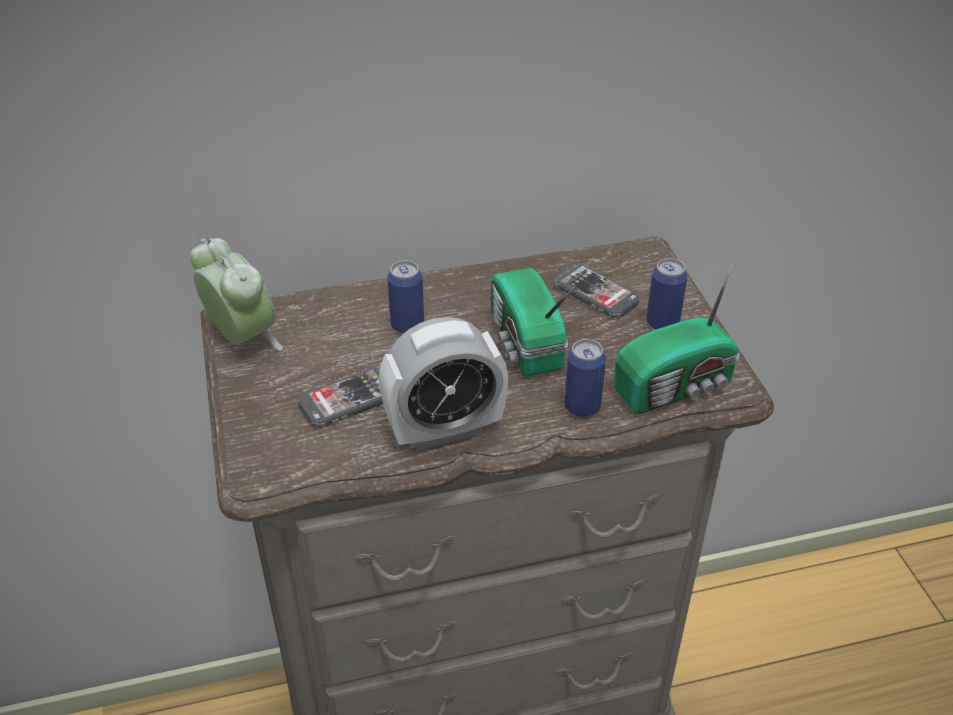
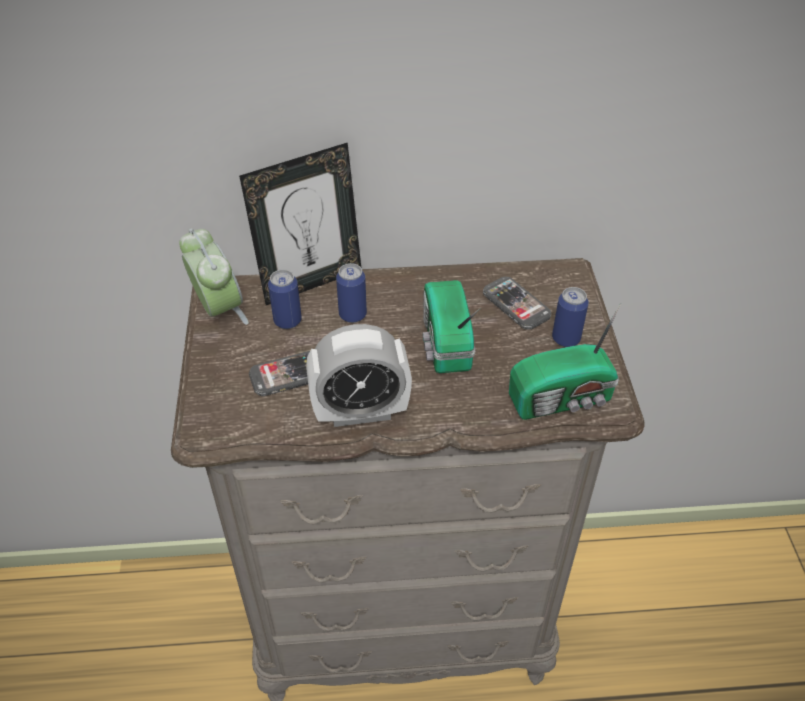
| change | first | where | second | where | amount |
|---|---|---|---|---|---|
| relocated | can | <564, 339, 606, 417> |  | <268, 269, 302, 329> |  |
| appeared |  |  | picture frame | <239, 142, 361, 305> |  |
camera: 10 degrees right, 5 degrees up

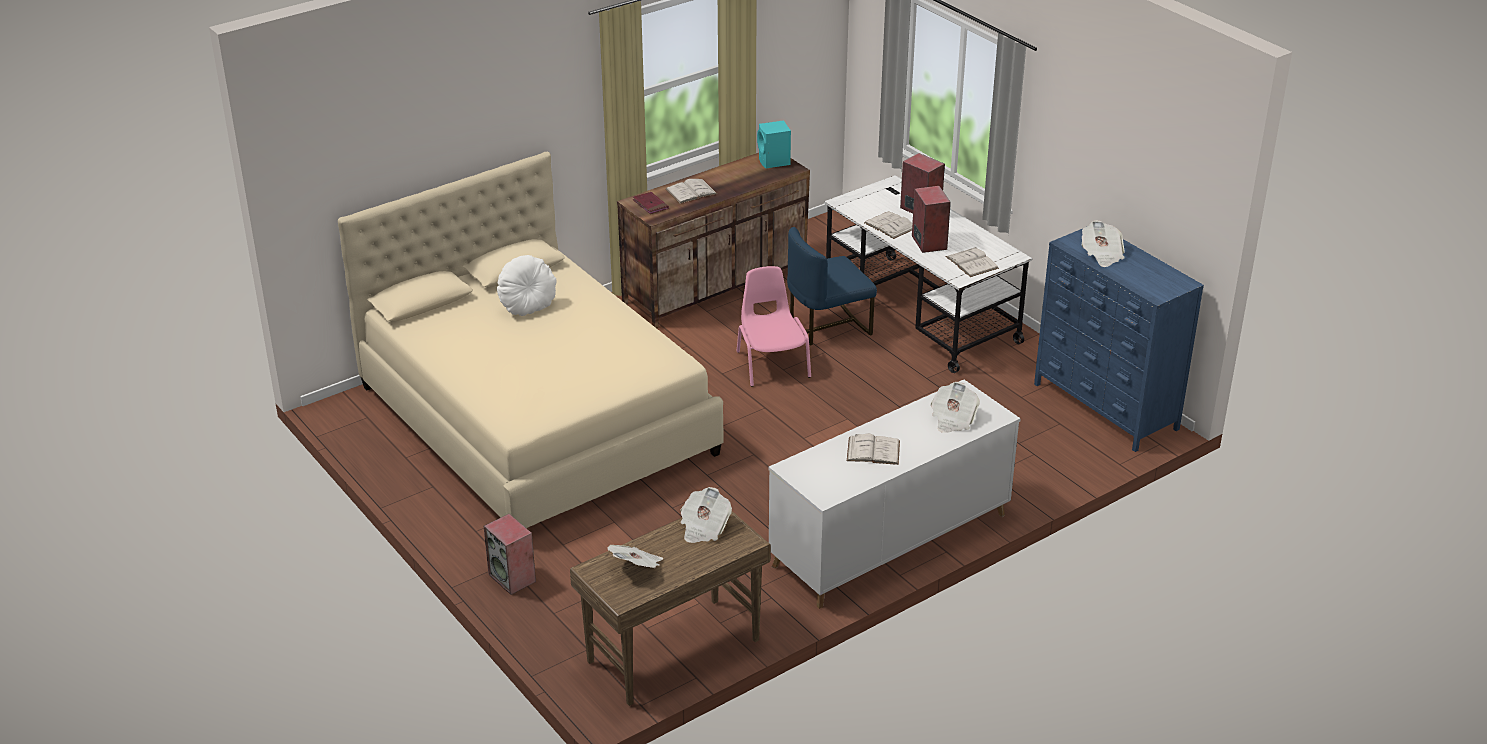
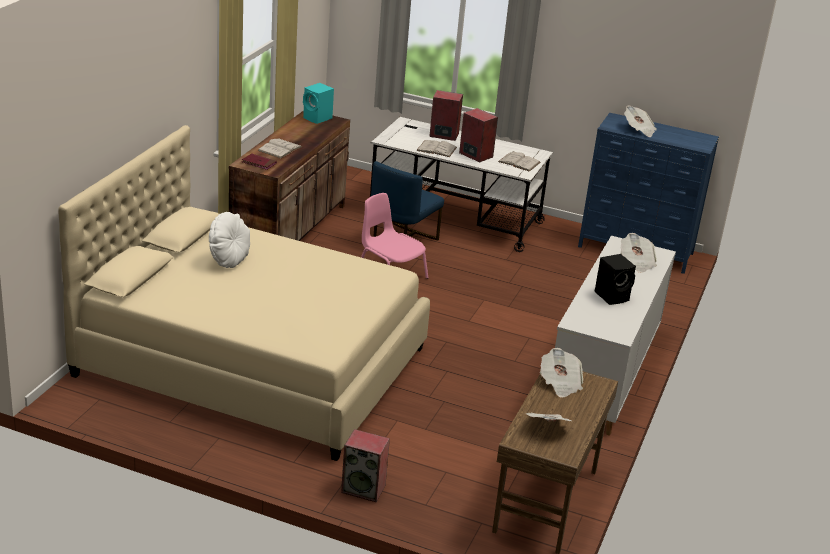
| change | first | where | second | where | amount |
|---|---|---|---|---|---|
| exchanged | white volume | <847, 434, 900, 465> | black loudspeaker | <594, 254, 636, 305> |  |
camera: 35 degrees left, 5 degrees down

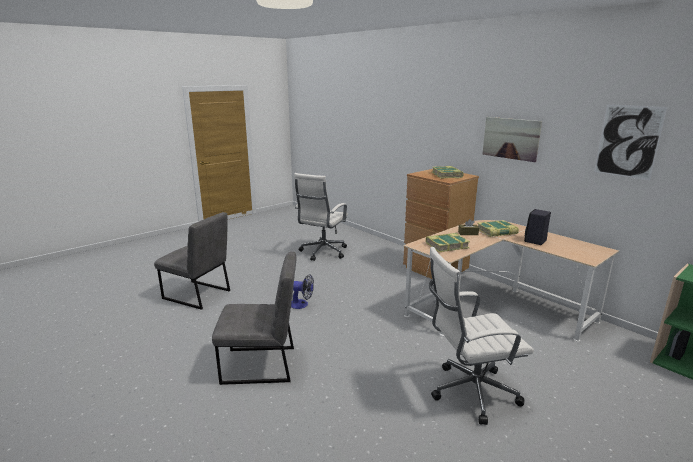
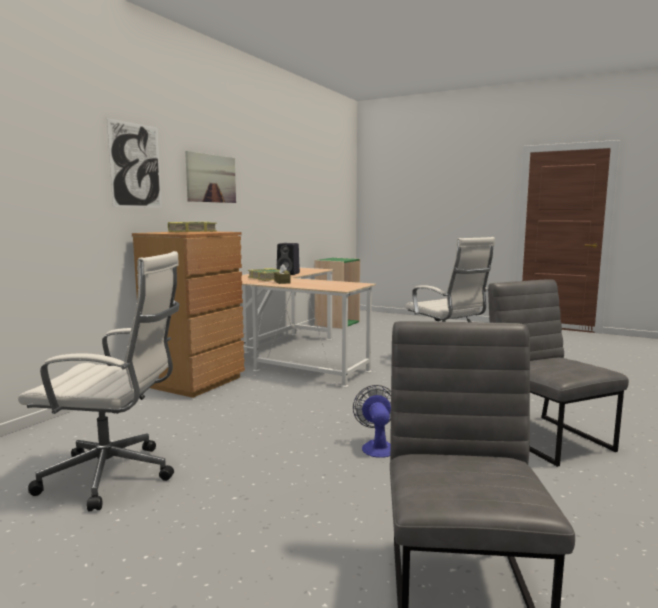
| change | first | where | second | where | amount |
|---|---|---|---|---|---|
| missing | volume | <426, 233, 470, 252> |  |  |  |
| relocated | wall picture | <594, 104, 668, 180> |  | <107, 118, 162, 208> |  |
camera: 110 degrees left, 10 degrees down

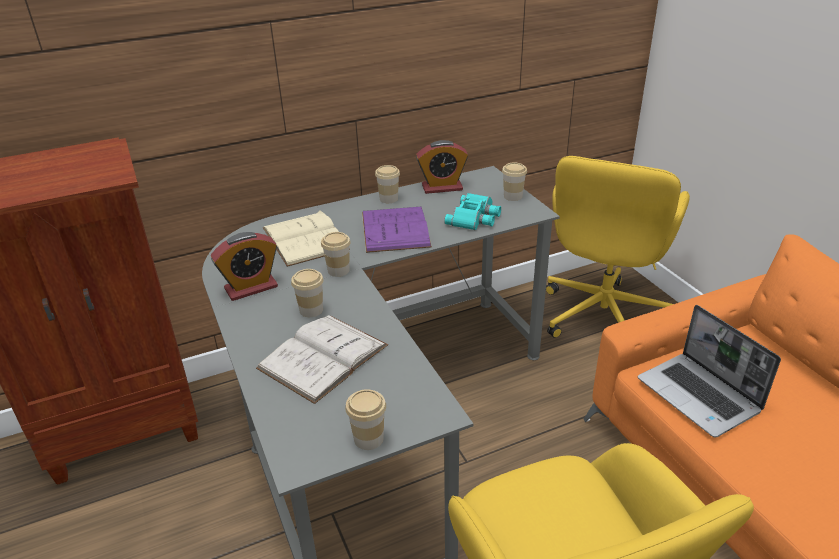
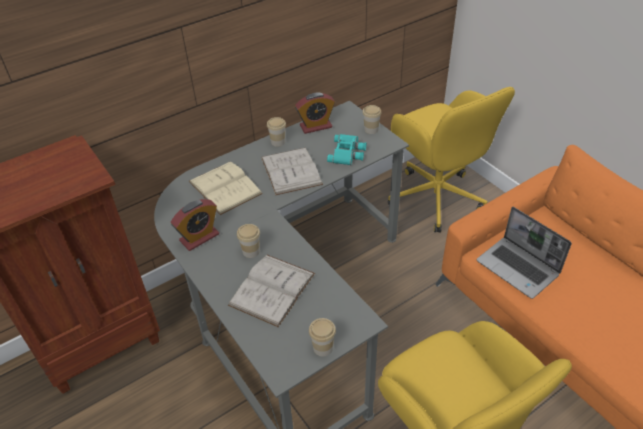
| change | first | where | second | where | amount |
|---|---|---|---|---|---|
| missing | drinking cup | <321, 232, 351, 277> |  |  |  |
| colour | purple volume | <362, 207, 432, 253> | white volume | <261, 148, 323, 195> |  |
| spun | yellow-coloured desk chair | <546, 156, 690, 338> |  | <388, 87, 515, 233> | 45 degrees counterclockwise |
camera: 10 degrees left, 10 degrees up

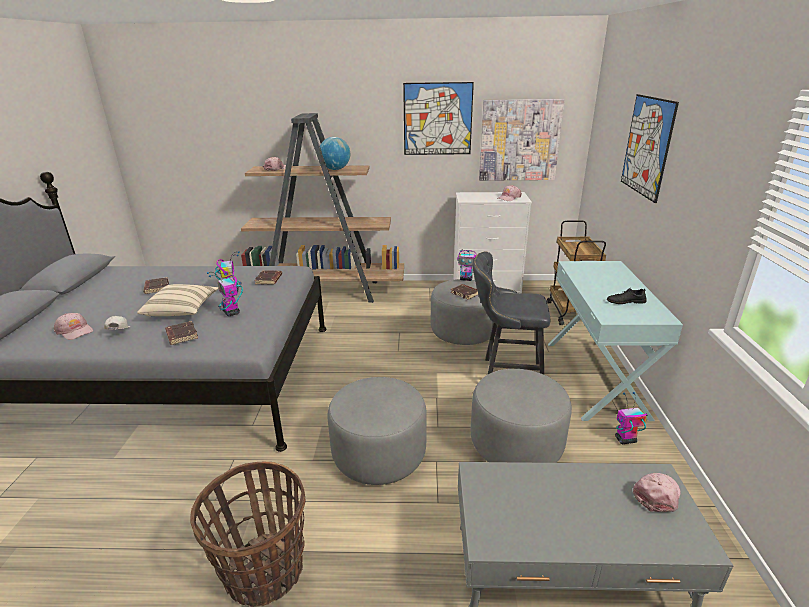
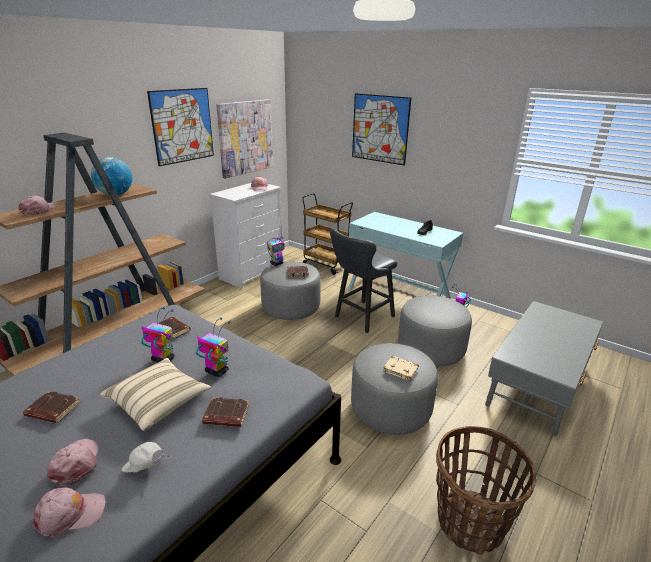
| change | first | where | second | where | amount |
|---|---|---|---|---|---|
| spun | toy robot | <207, 272, 243, 316> |  | <196, 317, 231, 377> | 150 degrees counterclockwise |
| relocated | pinkish baseball cap | <633, 473, 680, 512> |  | <47, 439, 99, 486> |  |
| appeared |  |  | beige volume | <383, 356, 419, 381> |  |
camera: 55 degrees left, 0 degrees up

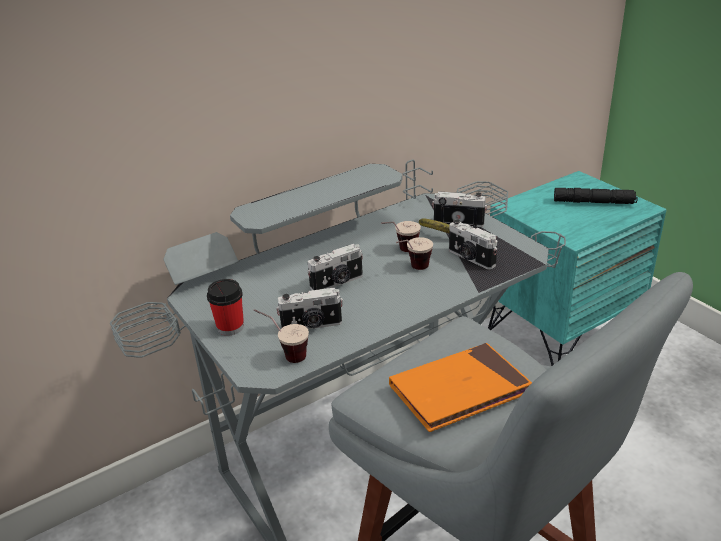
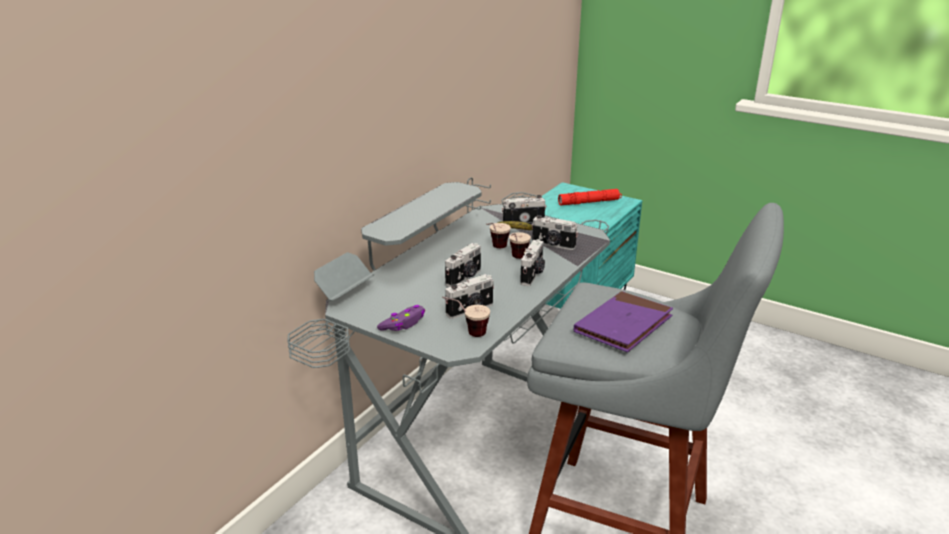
| change | first | where | second | where | amount |
|---|---|---|---|---|---|
| exchanged | drinking cup | <207, 279, 244, 336> | purple game controller | <377, 305, 425, 331> |  |
| colour | orangey volume | <389, 343, 532, 432> | purple volume | <574, 291, 673, 352> |  |
| colour | black flashlight | <554, 188, 638, 204> | red-coloured flashlight | <558, 189, 622, 206> |  |
| appeared |  |  | still camera | <520, 239, 545, 286> |  |
camera: 25 degrees left, 5 degrees down

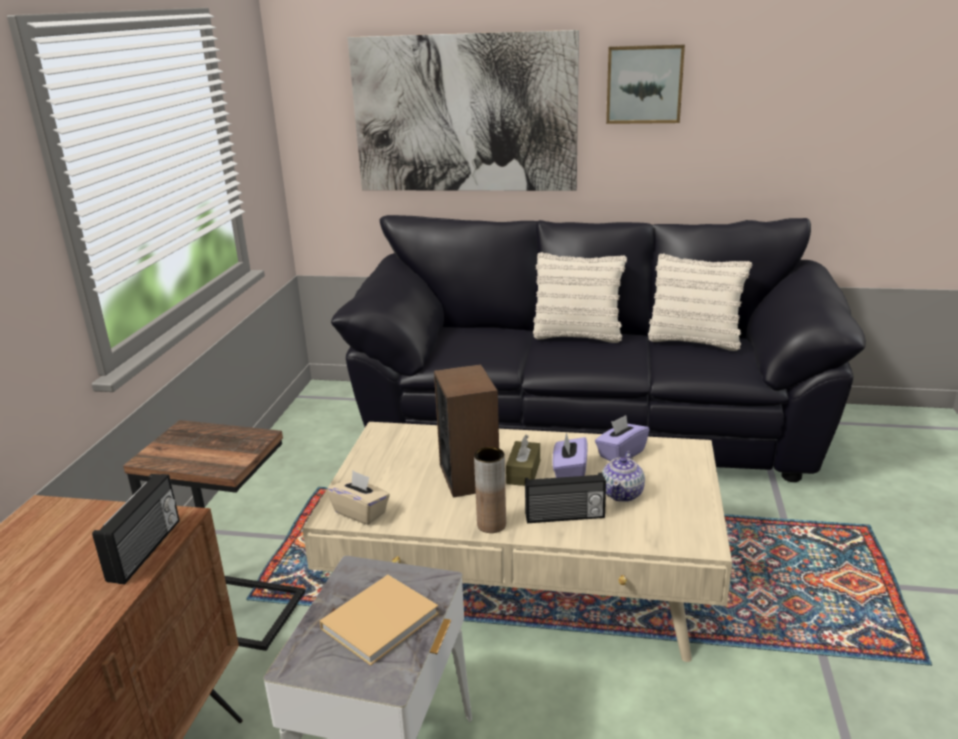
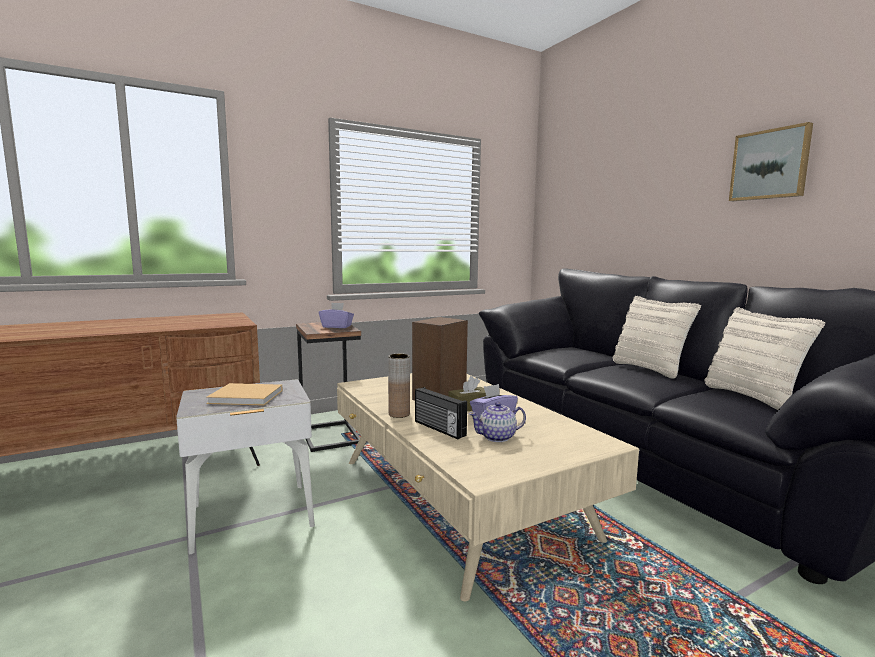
| change | first | where | second | where | amount |
|---|---|---|---|---|---|
| missing | radio set | <92, 474, 179, 584> |  |  |  |
| missing | beige tissue holder | <327, 471, 390, 525> |  |  |  |
| missing | wall picture | <348, 30, 579, 191> |  |  |  |
| relocated | purple tissue holder | <595, 415, 649, 461> |  | <319, 303, 354, 328> |  |
camera: 50 degrees right, 15 degrees down

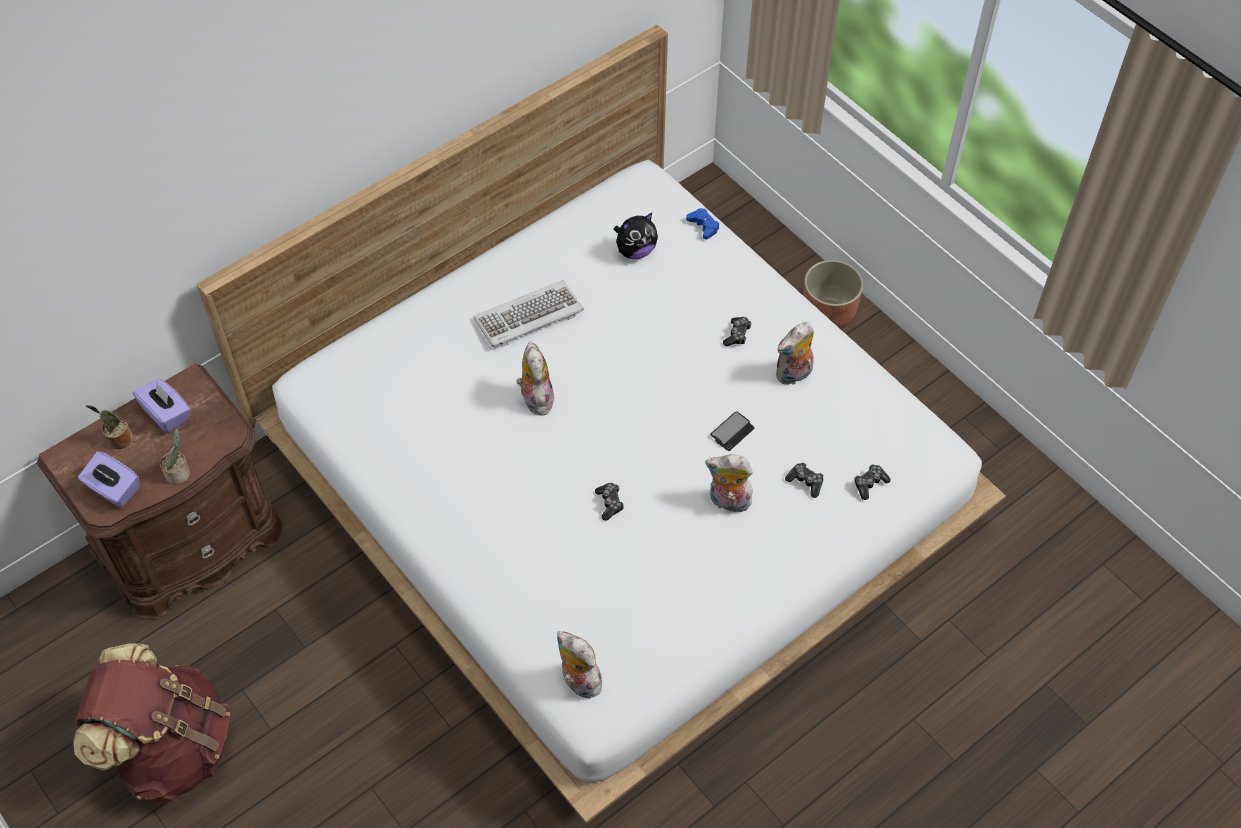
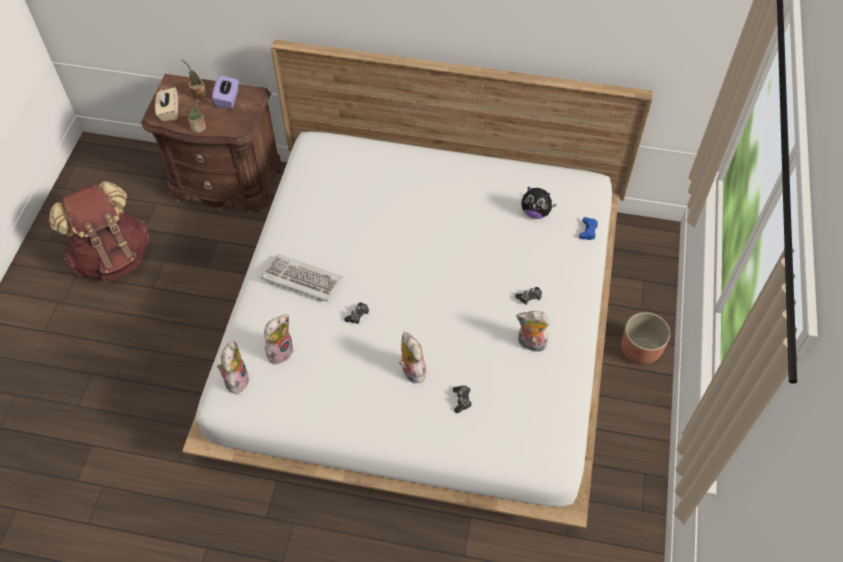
| change | first | where | second | where | amount |
|---|---|---|---|---|---|
| colour | purple tissue holder | <78, 451, 139, 508> | beige tissue holder | <155, 87, 178, 121> |  |
| relocated | keyboard | <474, 280, 584, 347> |  | <261, 254, 343, 302> |  |
| relocated | soft toy | <516, 341, 554, 416> |  | <264, 314, 294, 364> |  |
| missing | handset | <710, 412, 754, 451> |  |  |  |
| missing | game controller | <854, 464, 891, 500> |  |  |  |
camera: 50 degrees right, 0 degrees up

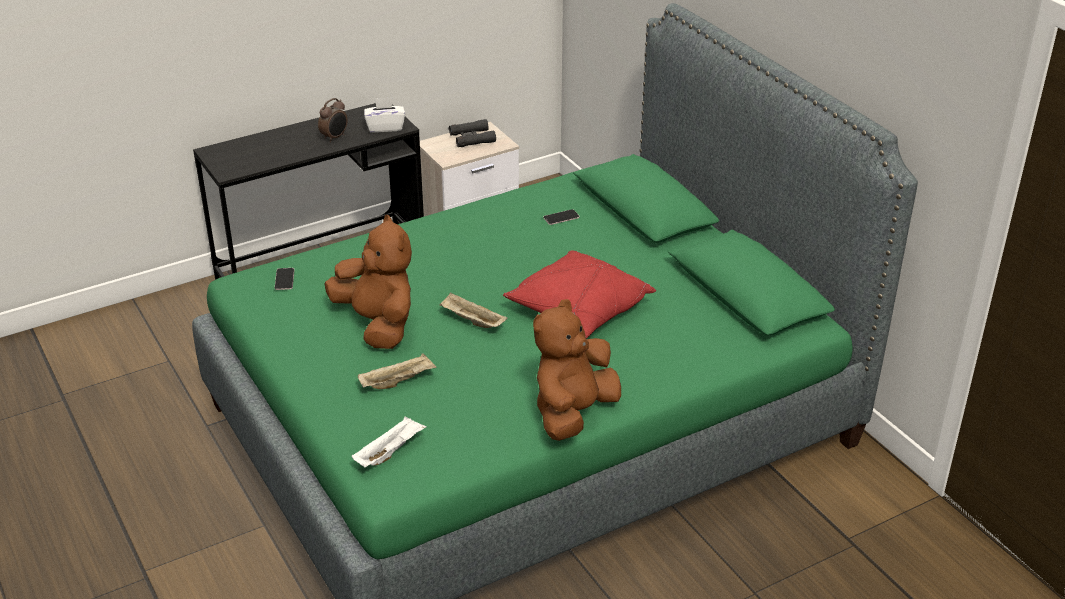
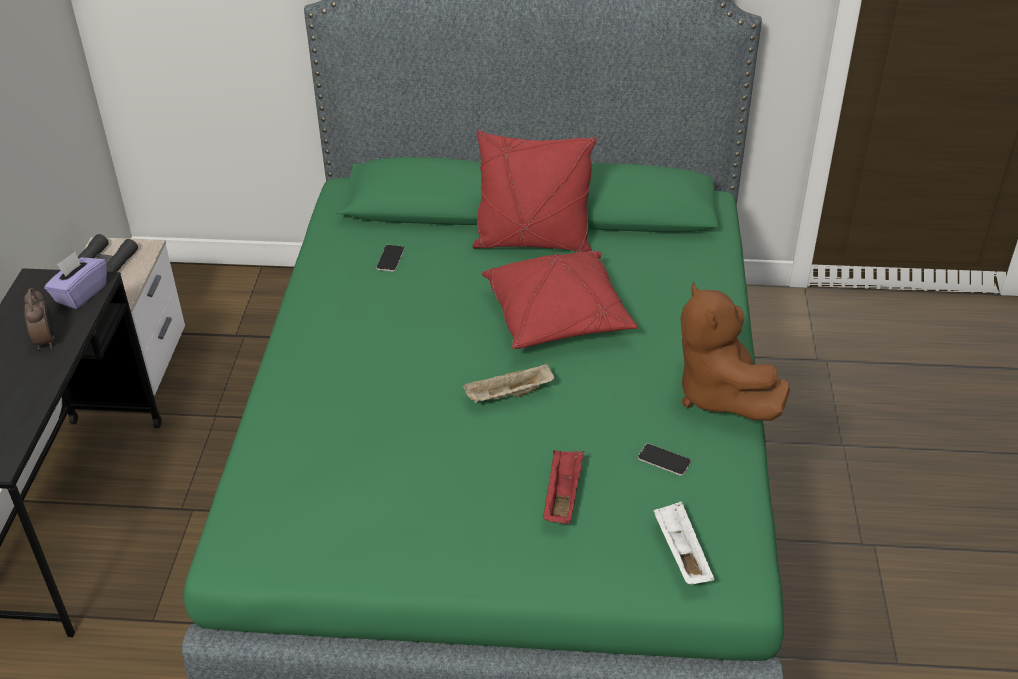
| change | first | where | second | where | amount |
|---|---|---|---|---|---|
| relocated | handset | <275, 268, 294, 290> |  | <638, 444, 691, 475> |  |
| missing | brown-coloured soft toy | <324, 214, 412, 349> |  |  |  |
| colour | beige serving tray | <358, 353, 436, 389> | red-coloured serving tray | <543, 451, 584, 524> |  |
| colour | white tissue holder | <364, 97, 405, 133> | purple tissue holder | <44, 251, 107, 309> |  |
| appeared |  |  | red-coloured pillow | <473, 130, 597, 252> |  |
camera: 55 degrees left, 5 degrees up

